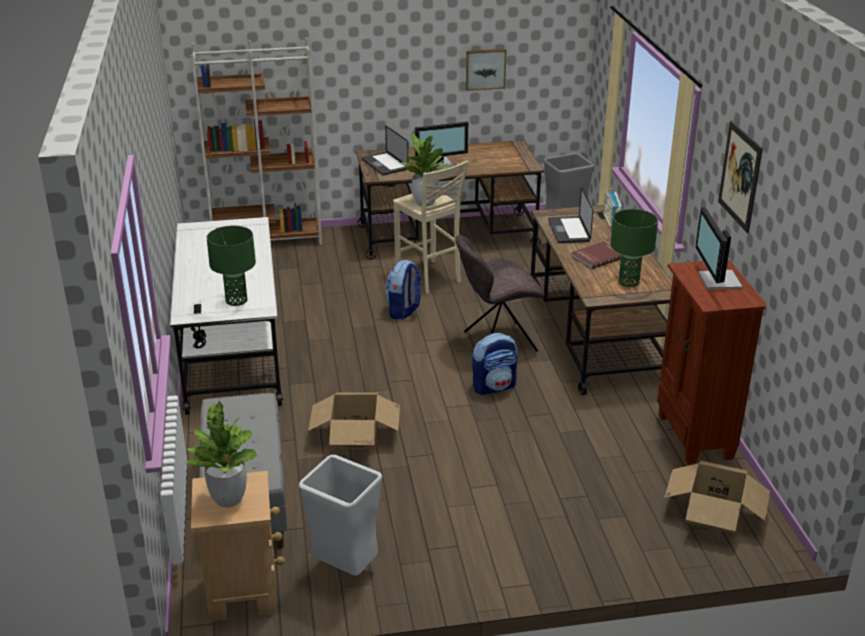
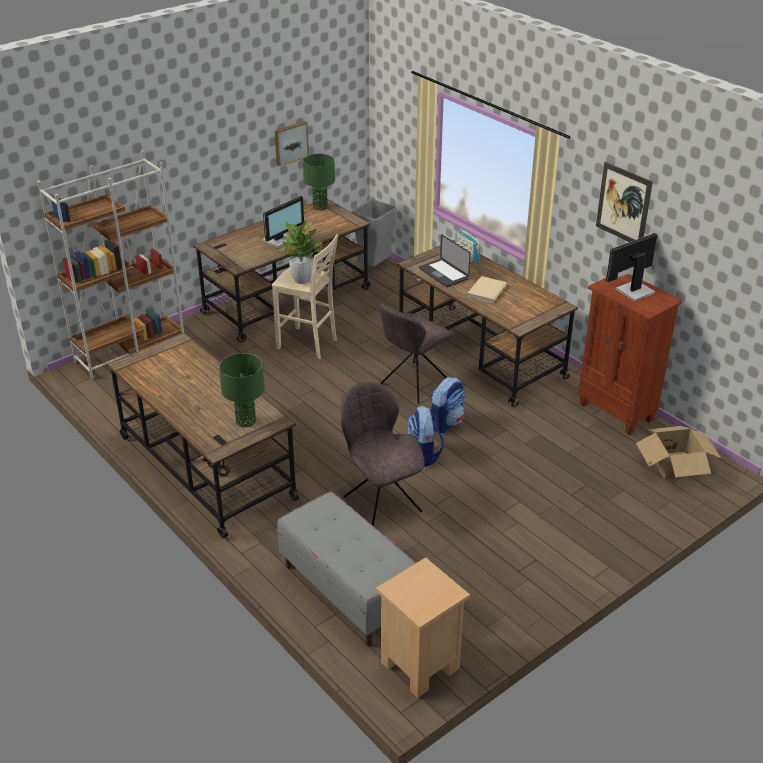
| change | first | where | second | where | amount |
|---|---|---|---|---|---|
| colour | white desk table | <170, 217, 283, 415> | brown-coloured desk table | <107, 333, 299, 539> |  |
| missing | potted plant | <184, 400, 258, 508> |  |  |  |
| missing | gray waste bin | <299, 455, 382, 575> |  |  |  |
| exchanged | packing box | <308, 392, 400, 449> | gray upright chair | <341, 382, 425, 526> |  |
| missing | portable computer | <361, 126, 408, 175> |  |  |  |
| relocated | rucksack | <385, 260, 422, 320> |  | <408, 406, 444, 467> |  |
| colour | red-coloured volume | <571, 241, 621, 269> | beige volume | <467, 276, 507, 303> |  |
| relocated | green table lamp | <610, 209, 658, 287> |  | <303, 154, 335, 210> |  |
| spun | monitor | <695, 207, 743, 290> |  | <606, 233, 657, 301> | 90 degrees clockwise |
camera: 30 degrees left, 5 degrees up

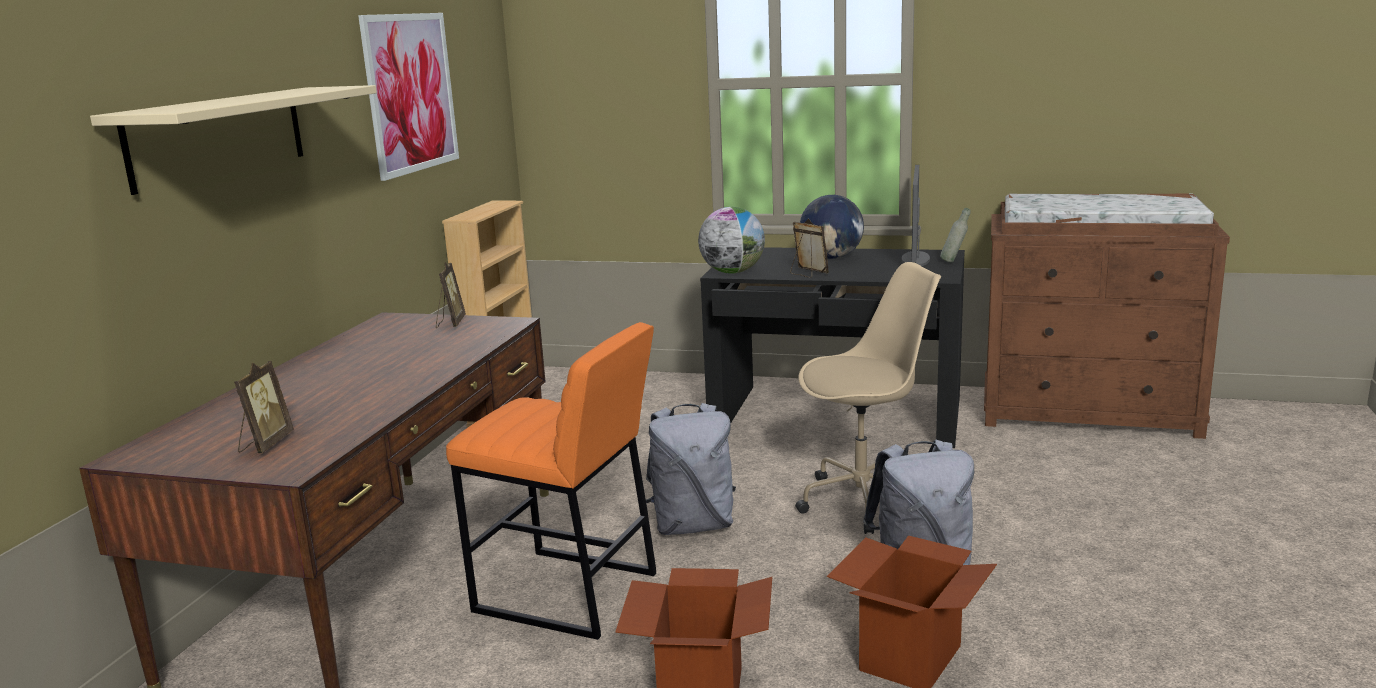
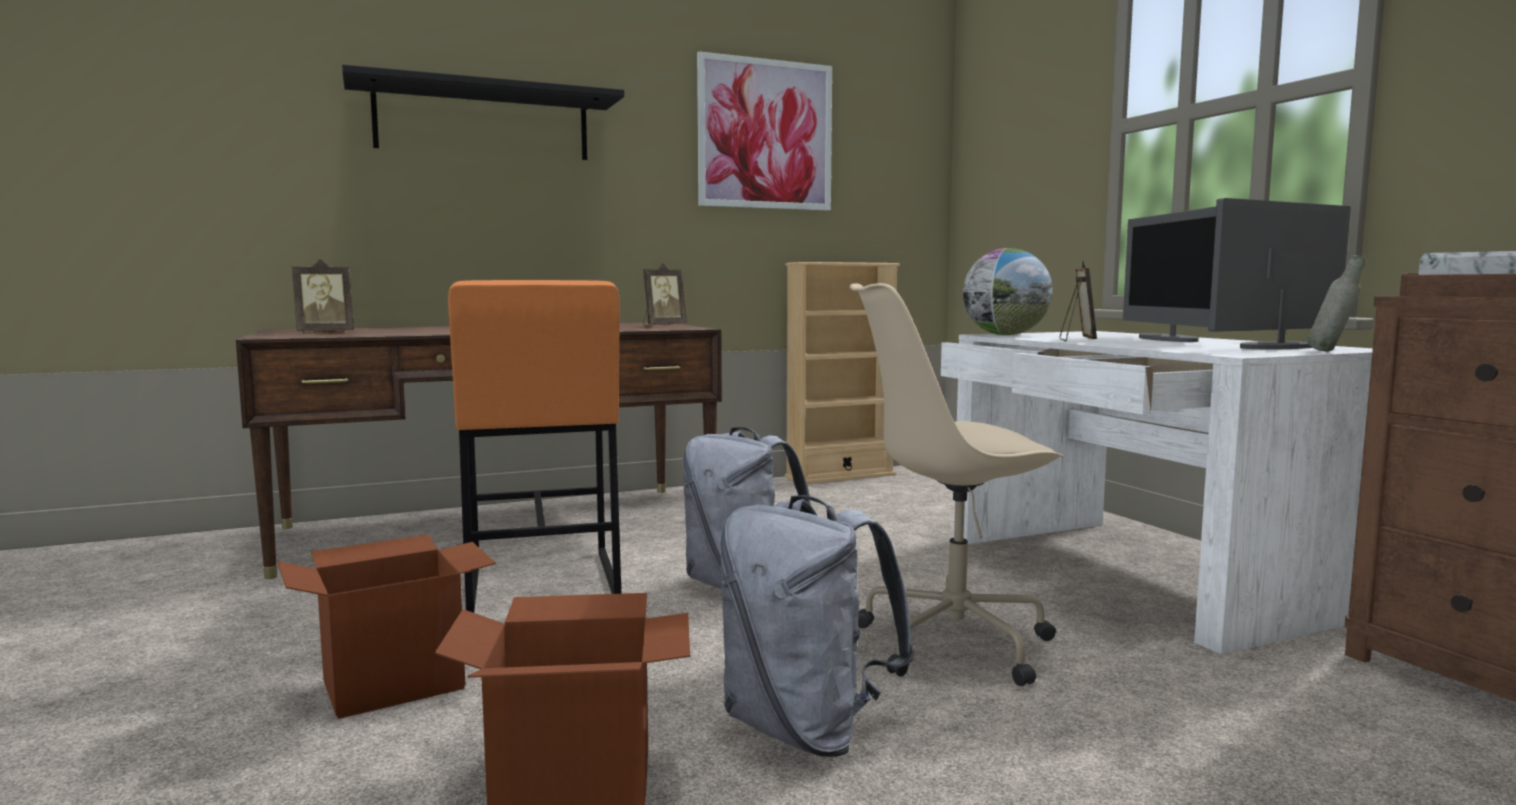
| change | first | where | second | where | amount |
|---|---|---|---|---|---|
| colour | beige wall shelf | <90, 85, 377, 195> | black wall shelf | <342, 65, 624, 160> |  |
| colour | black desk table | <700, 247, 965, 448> | white desk table | <941, 331, 1373, 654> |  |
| spun | beige desk chair | <795, 262, 941, 534> |  | <850, 283, 1064, 686> | 135 degrees clockwise |
| exchanged | world globe | <800, 195, 864, 259> | monitor | <1123, 206, 1216, 342> |  |
camera: 50 degrees right, 10 degrees down

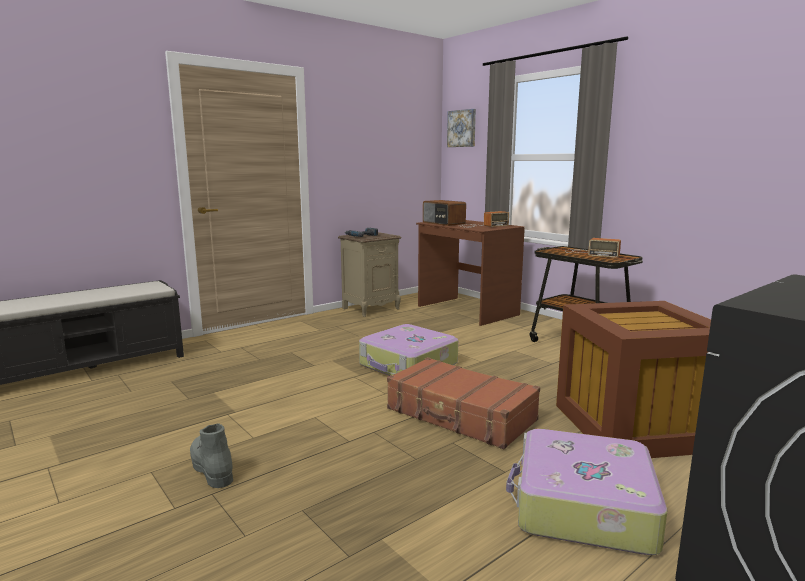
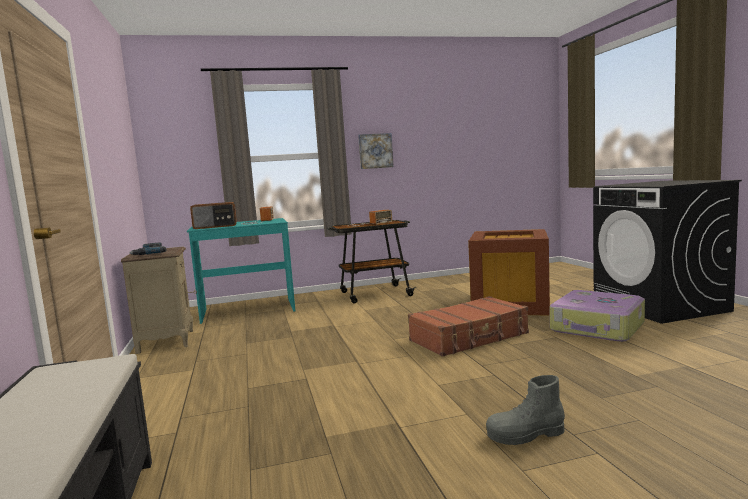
| change | first | where | second | where | amount |
|---|---|---|---|---|---|
| missing | suitcase | <359, 324, 458, 376> |  |  |  |
| colour | brown-coloured desk table | <416, 220, 525, 326> | blue-green desk table | <187, 218, 295, 324> |  |
| relocated | wall picture | <447, 109, 476, 147> |  | <358, 133, 394, 169> |  |
camera: 65 degrees left, 5 degrees down

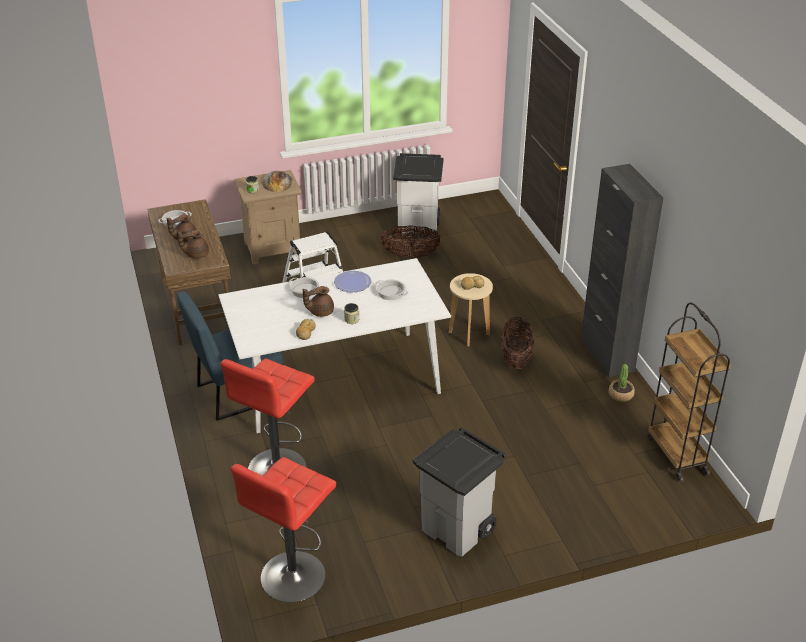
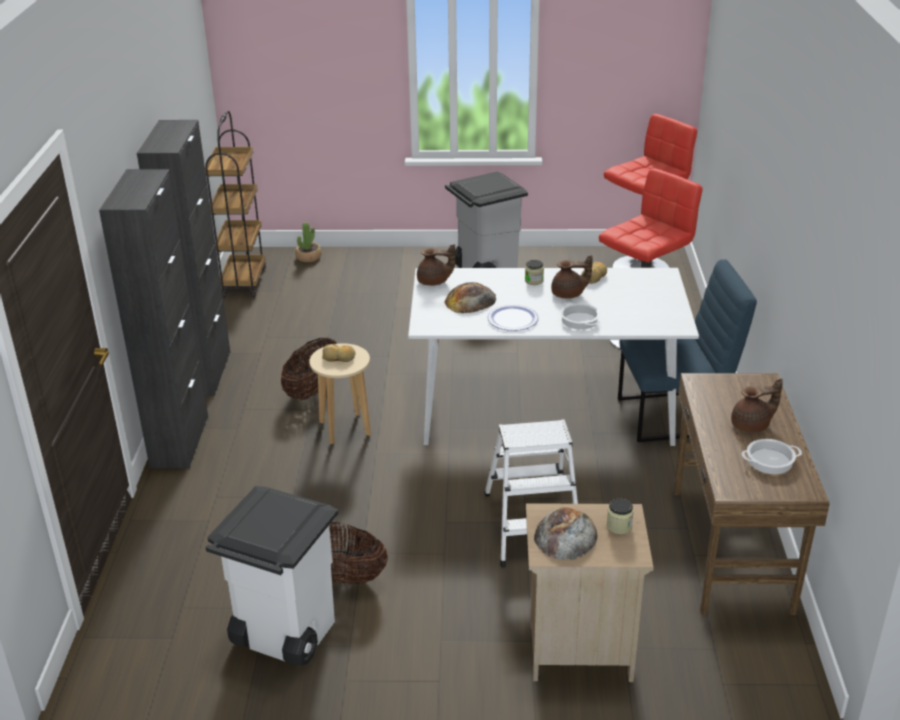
| change | first | where | second | where | amount |
|---|---|---|---|---|---|
| relocated | brown-coloured tea pot | <177, 230, 209, 259> |  | <417, 244, 455, 286> |  |
| exchanged | stockpot | <375, 279, 408, 300> | bread | <444, 282, 496, 313> |  |
| relocated | potted plant | <609, 364, 635, 402> |  | <295, 222, 322, 262> |  |
| appeared |  |  | black storage cabinet | <99, 169, 208, 468> |  |
camera: 160 degrees left, 5 degrees down

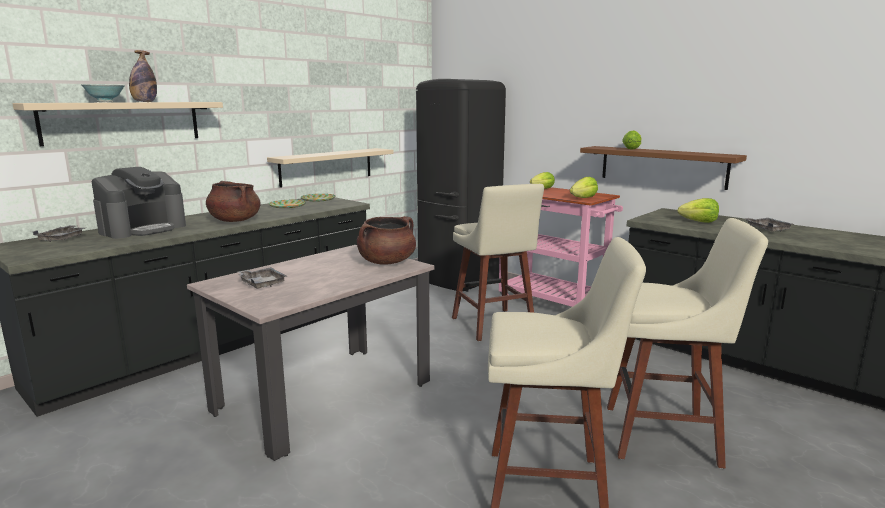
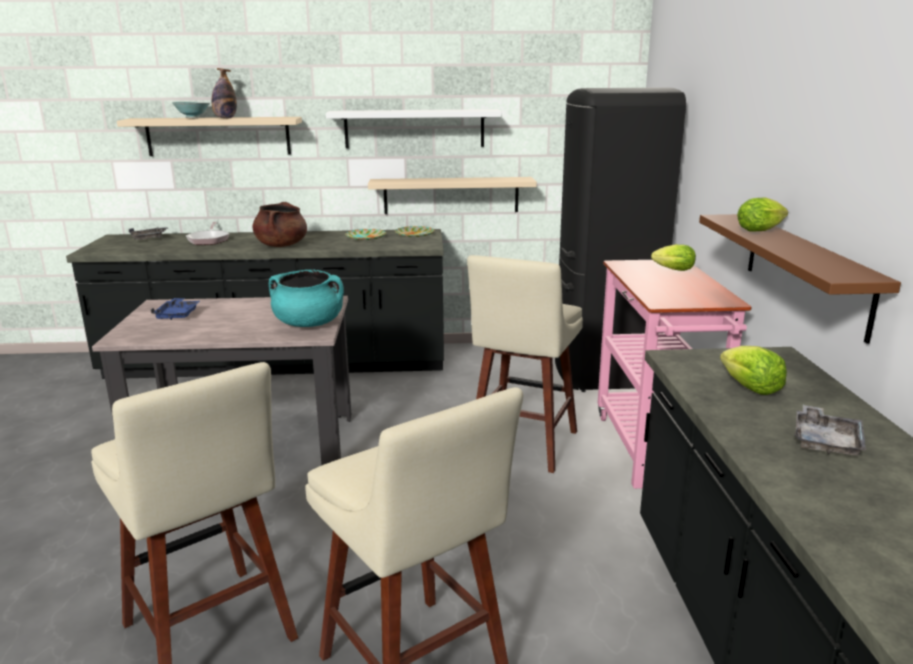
| change | first | where | second | where | amount |
|---|---|---|---|---|---|
| exchanged | coffee maker | <92, 167, 186, 239> | frying pan | <186, 222, 229, 245> |  |
| colour | gray serving tray | <238, 267, 287, 289> | bluish serving tray | <151, 298, 200, 320> |  |
| colour | brown-coloured stockpot | <357, 216, 416, 265> | blue-green stockpot | <269, 270, 344, 327> |  |
| missing | lettuce | <570, 177, 598, 198> |  |  |  |
| appeared |  |  | white wall shelf | <326, 109, 501, 148> |  |
camera: 45 degrees right, 5 degrees up

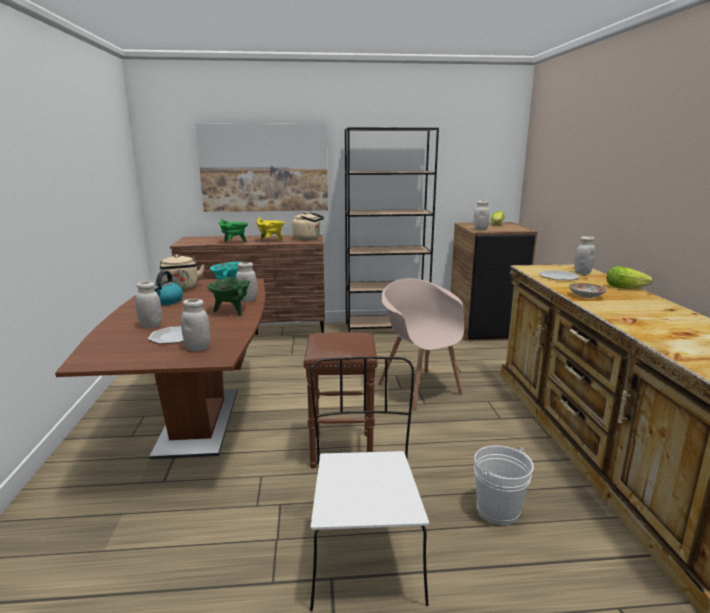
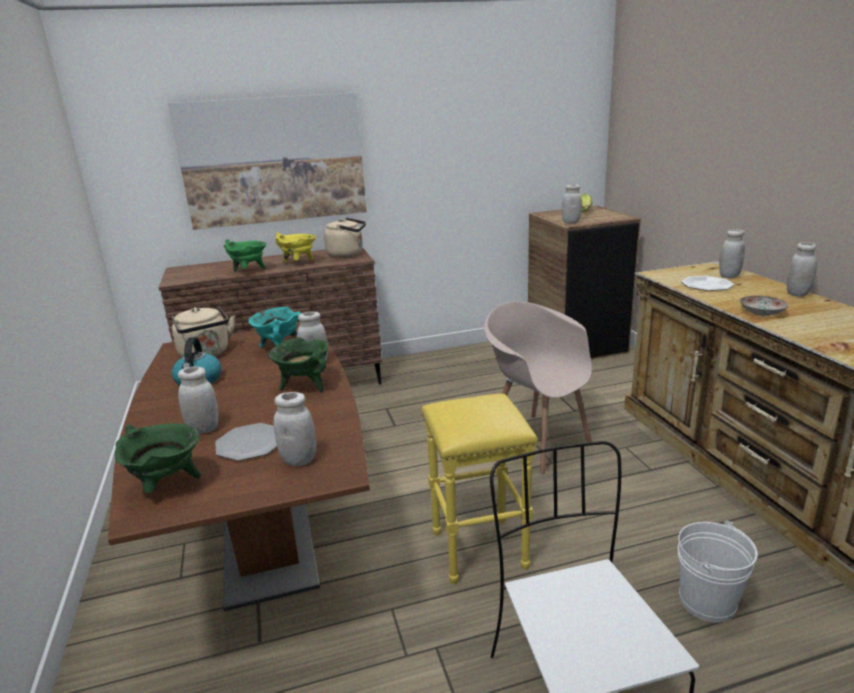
| change | first | where | second | where | amount |
|---|---|---|---|---|---|
| colour | brown-coloured stool | <303, 332, 378, 468> | yellow-coloured stool | <422, 394, 538, 584> |  |
| missing | beige bookshelf | <345, 127, 439, 333> |  |  |  |
| exchanged | lettuce | <607, 266, 653, 289> | white jar | <787, 242, 817, 297> |  |
| appeared |  |  | green stockpot | <115, 423, 201, 493> |  |
camera: 10 degrees left, 5 degrees up

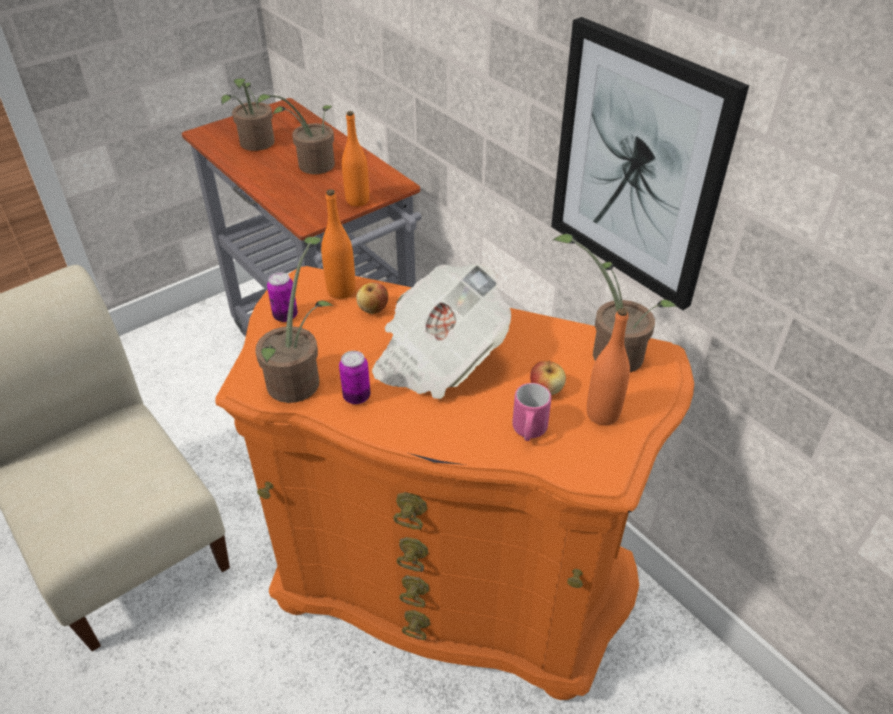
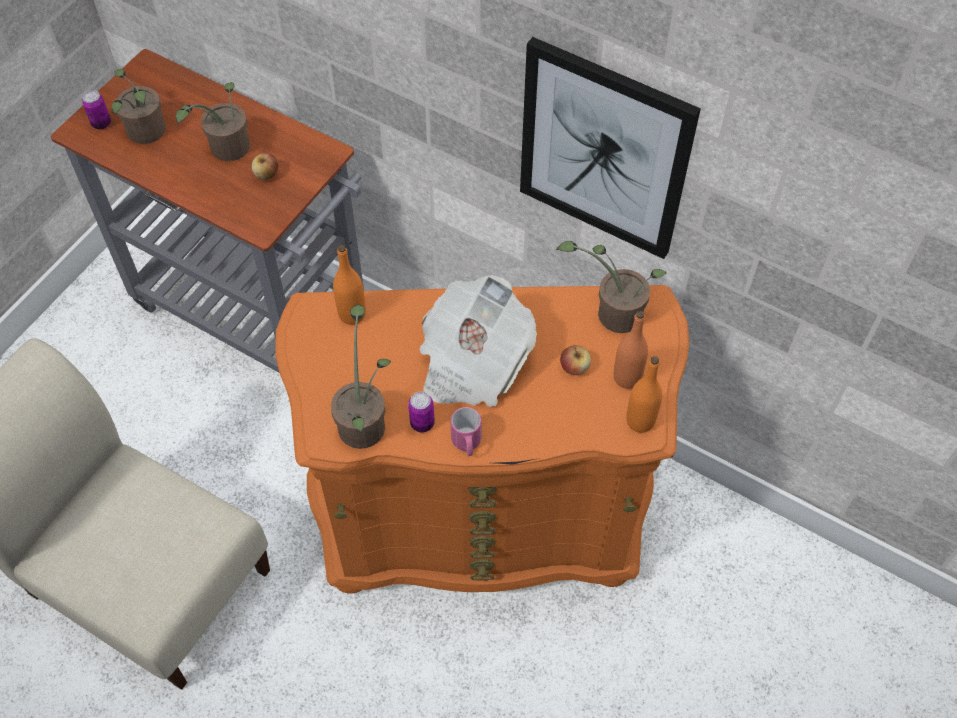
| change | first | where | second | where | amount |
|---|---|---|---|---|---|
| relocated | can | <267, 272, 298, 322> |  | <82, 90, 111, 129> |  |
| relocated | orangey beverage bottle | <342, 111, 369, 206> |  | <626, 356, 662, 433> |  |
| relocated | apple fruit | <356, 282, 388, 314> |  | <252, 153, 279, 180> |  |
| relocated | pinkish coffee mug | <512, 383, 551, 441> |  | <451, 407, 482, 456> |  |
camera: 20 degrees left, 15 degrees up

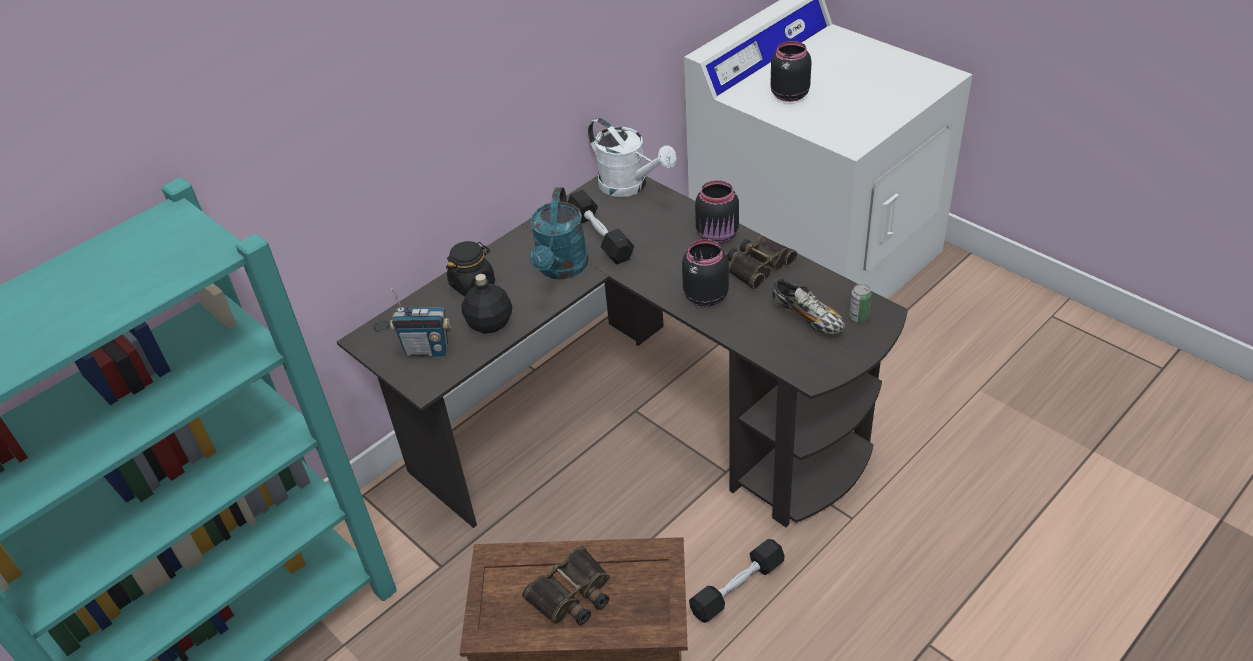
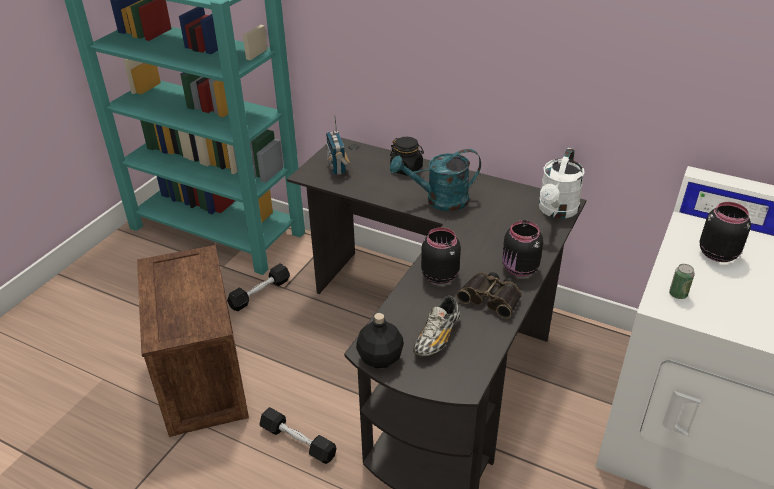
| change | first | where | second | where | amount |
|---|---|---|---|---|---|
| relocated | black beverage bottle | <461, 274, 512, 334> |  | <356, 313, 404, 368> |  |
| missing | pair of binoculars | <522, 545, 610, 625> |  |  |  |
| relocated | black dumbbell | <567, 190, 634, 264> |  | <227, 263, 290, 311> |  |
| relocated | can | <849, 284, 872, 322> |  | <669, 264, 695, 299> |  |
camera: 70 degrees right, 5 degrees down

